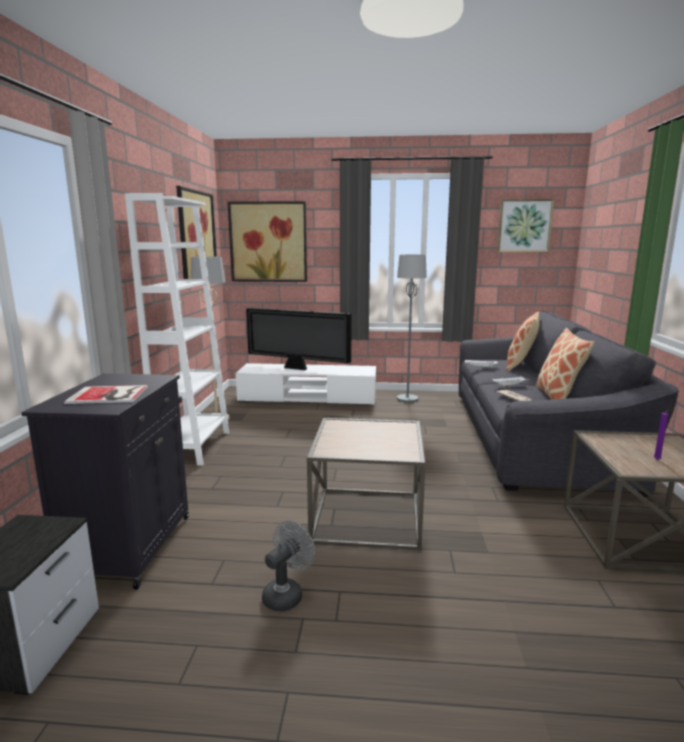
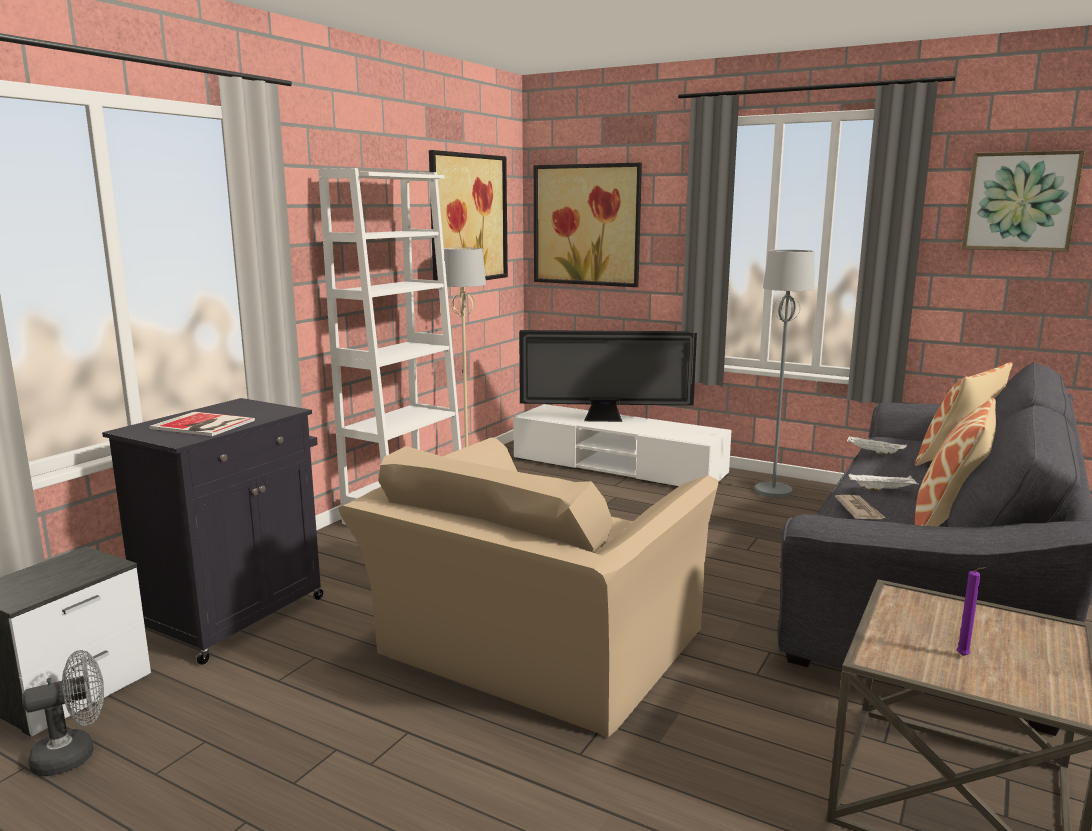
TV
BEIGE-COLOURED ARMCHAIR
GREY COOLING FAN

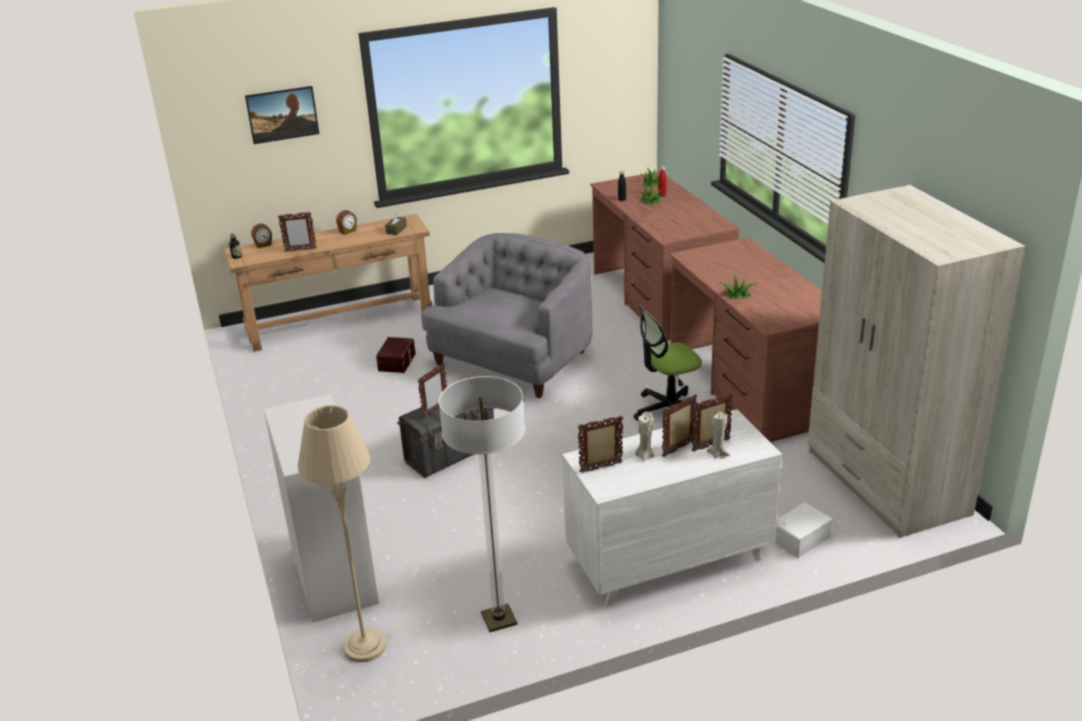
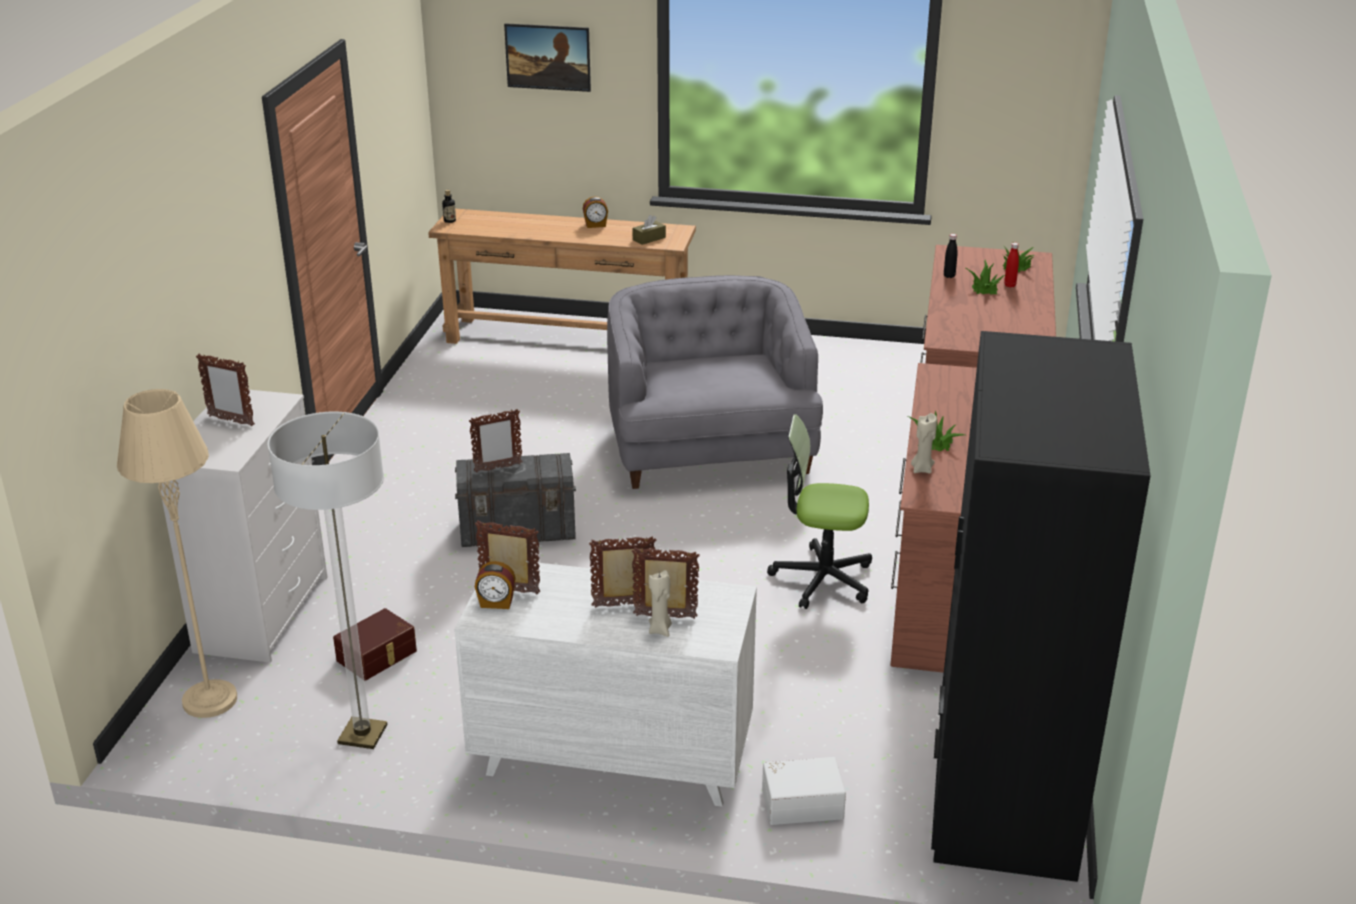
BLACK-COLOURED ARMOIRE
PICTURE FRAME (no. 1 from left)
BEDSIDE CLOCK (no. 1 from left)
GREY ARMCHAIR
BROWN-COLOURED STORAGE BIN
BEIGE-COLOURED WAX CANDLE (no. 2 from left)

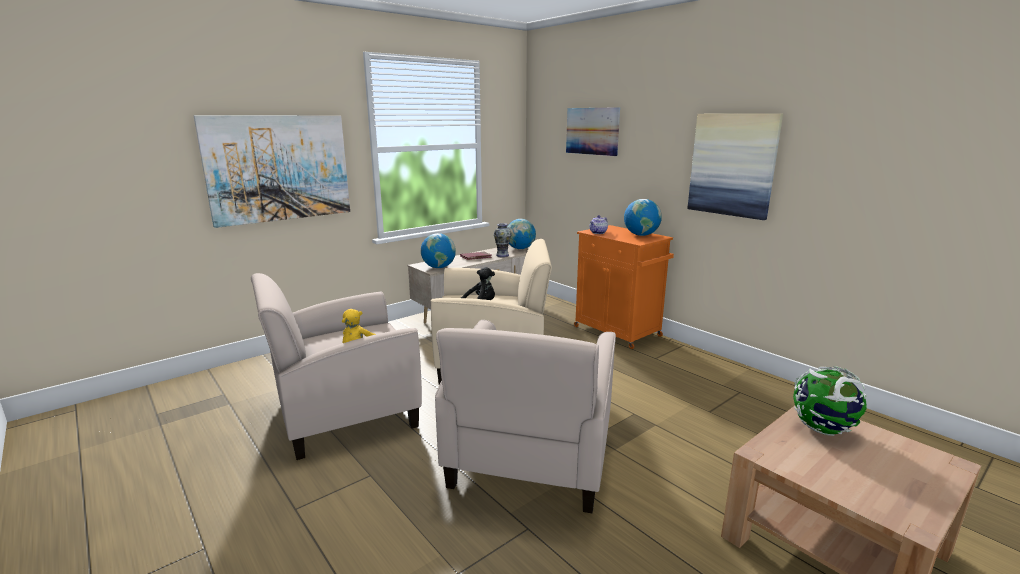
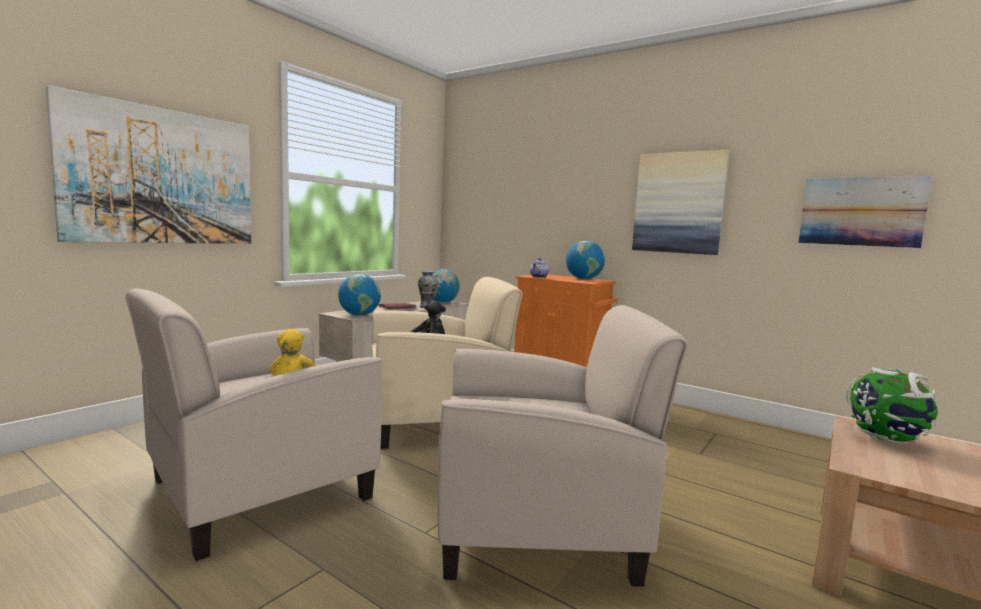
WALL PICTURE (no. 3 from left)
BEIGE-COLOURED ARMCHAIR (no. 3 from left)

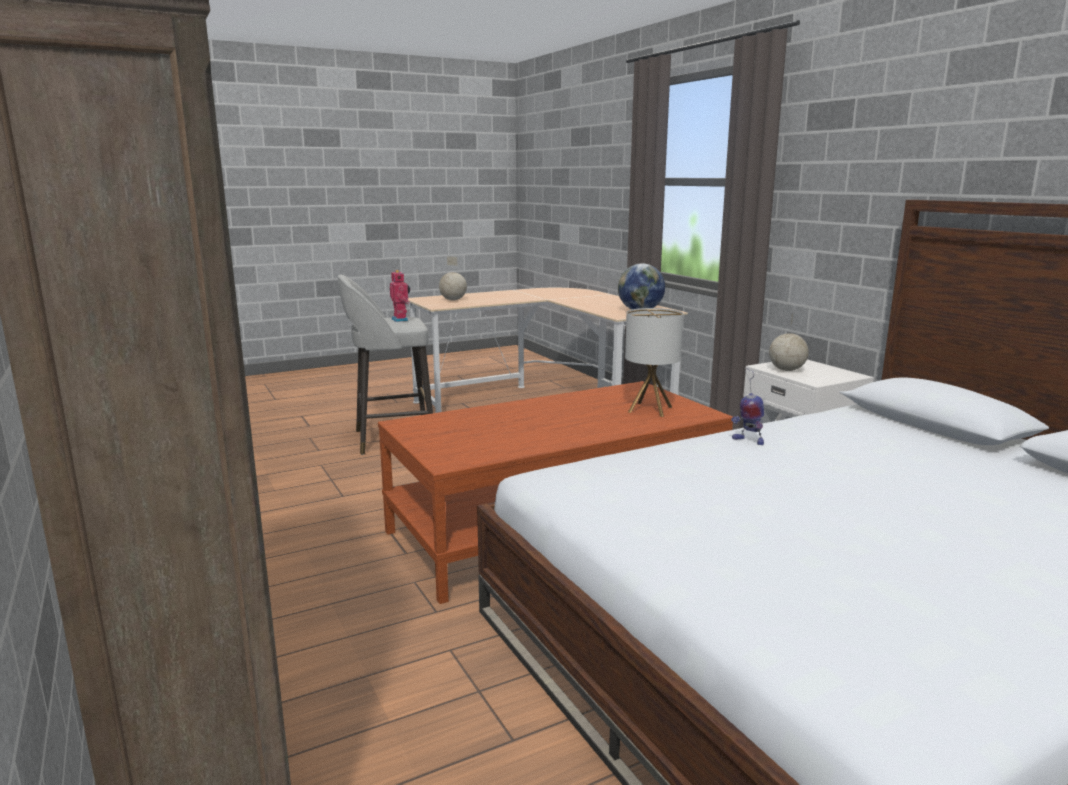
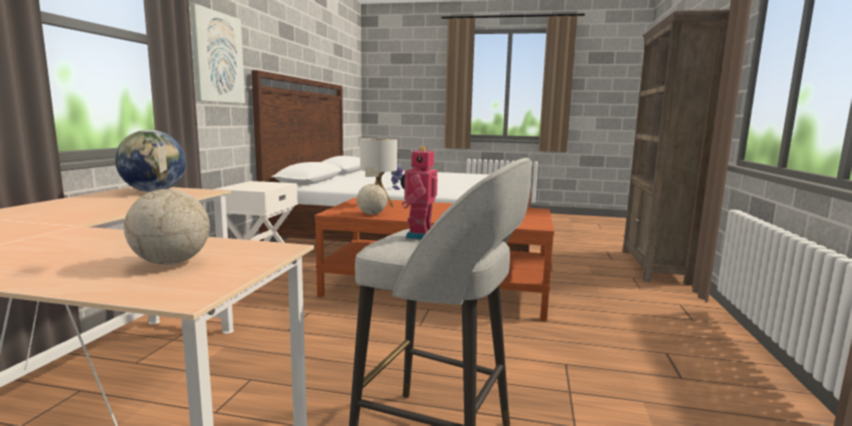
DESK GLOBE (no. 3 from left)
WALL PICTURE

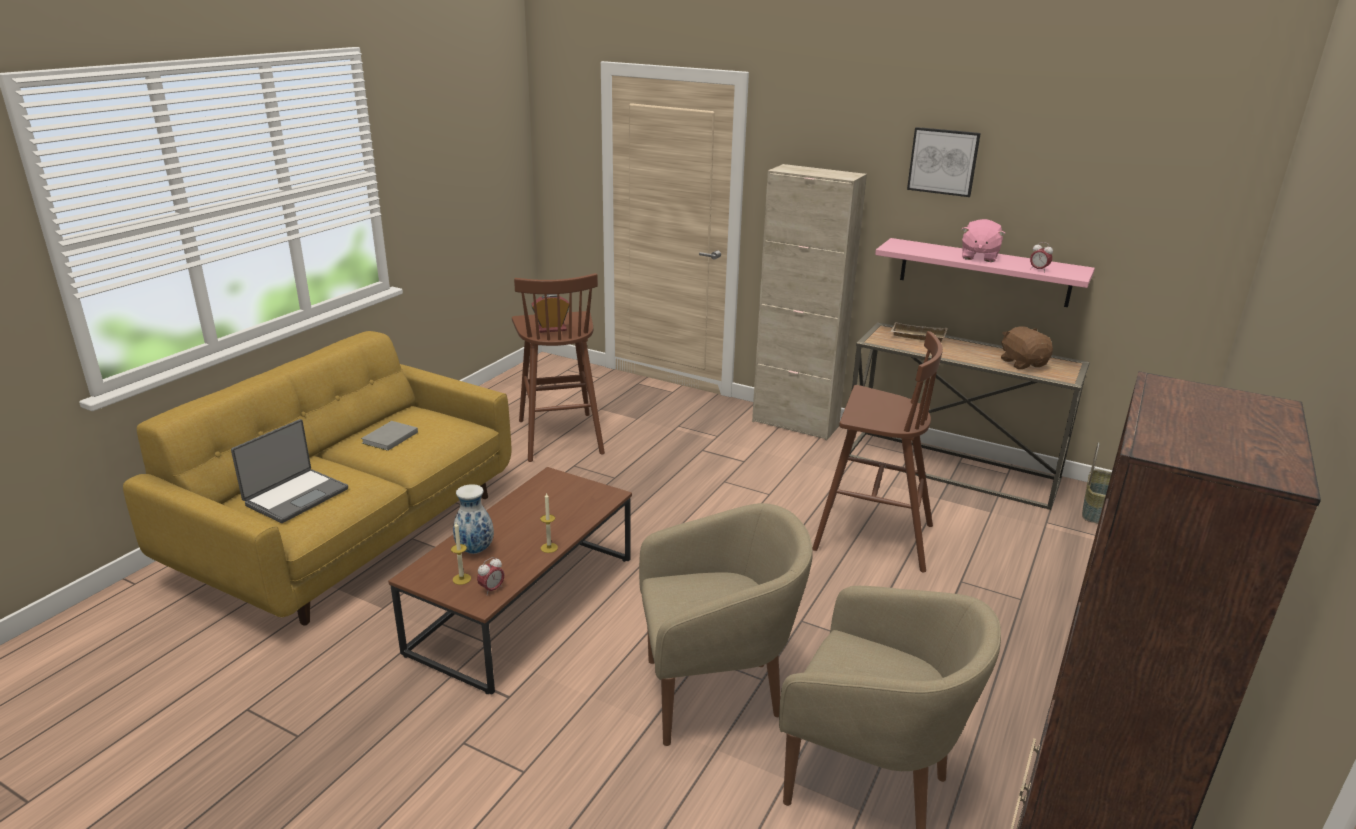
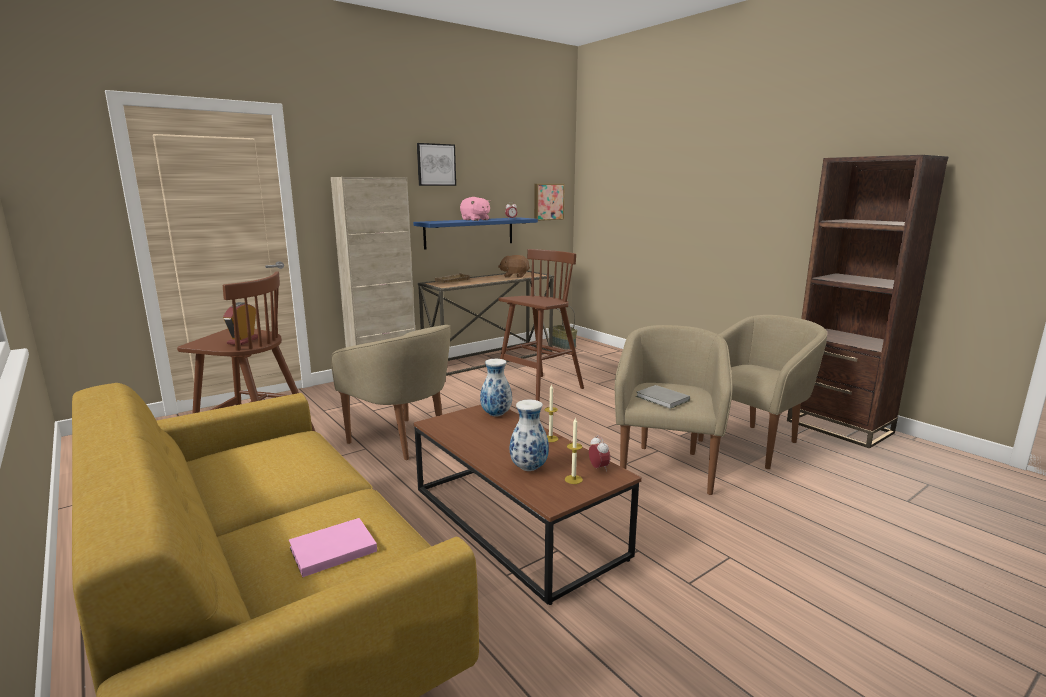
BLUE-COLOURED BRACKET SHELF
PINK-COLOURED VOLUME
GREY VOLUME
WALL PICTURE (no. 2 from left)
BEIGE-COLOURED ARMCHAIR (no. 1 from left)
FLOWER VASE (no. 1 from left)

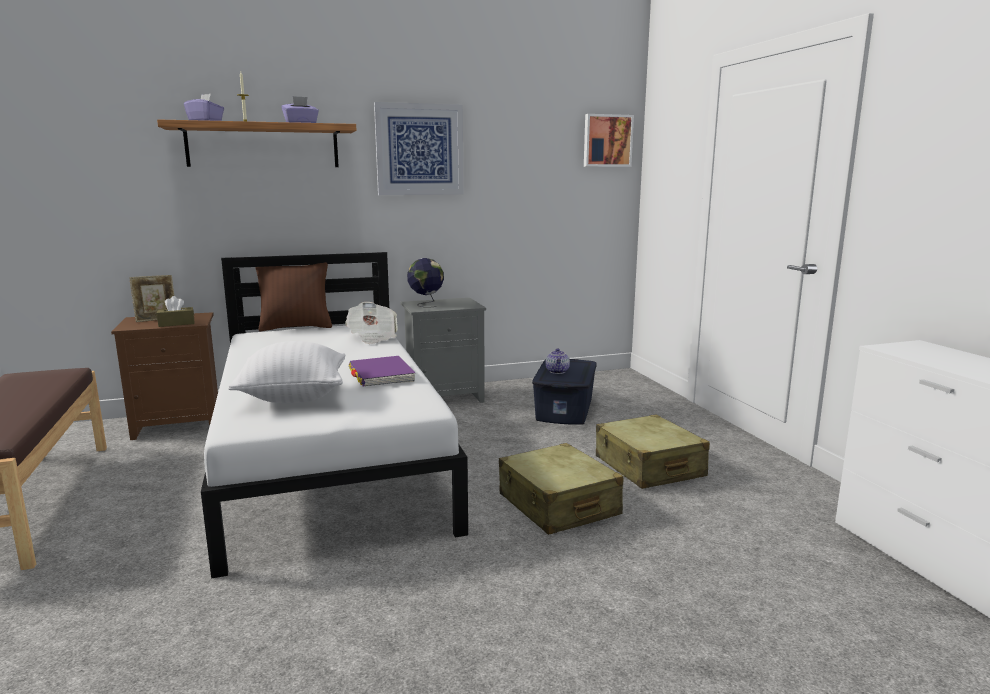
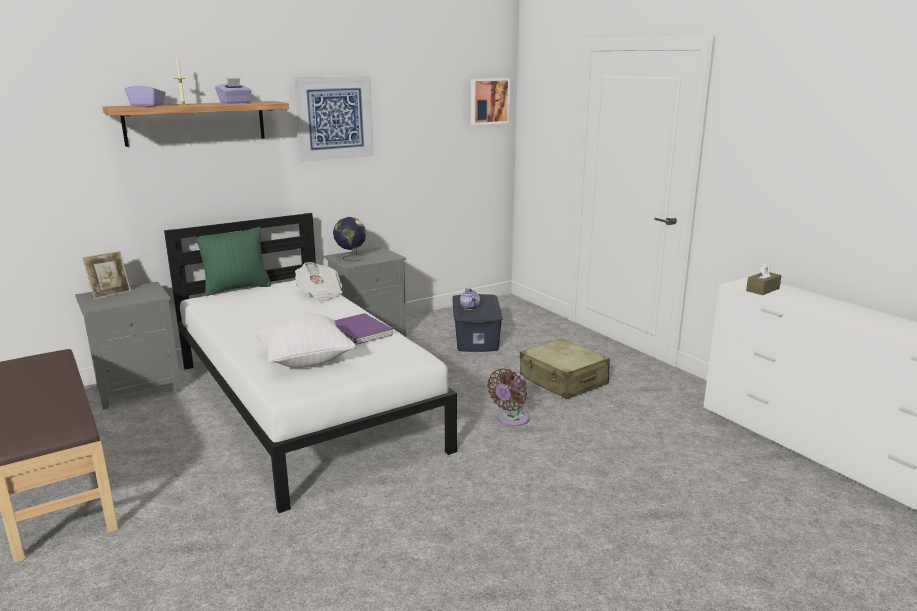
GREEN THROW PILLOW
BROWN-COLOURED TISSUE HOLDER
GREY NIGHTSTAND (no. 1 from left)
BROWN-COLOURED COOLING FAN

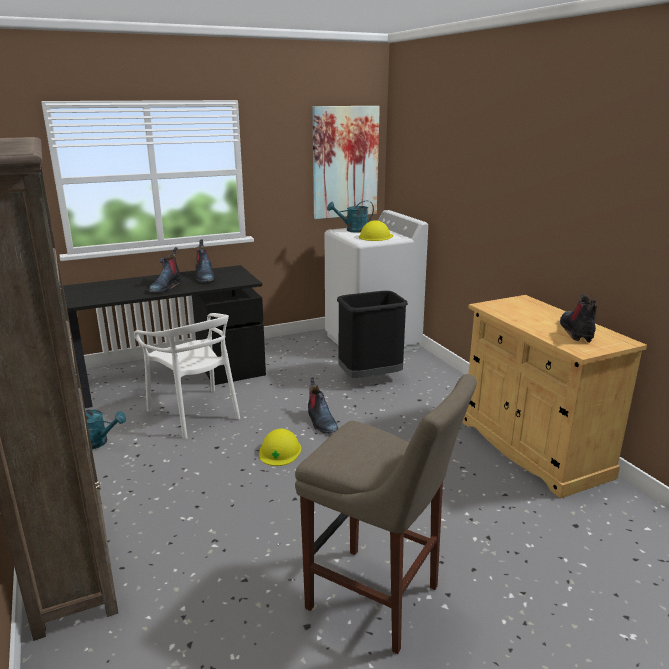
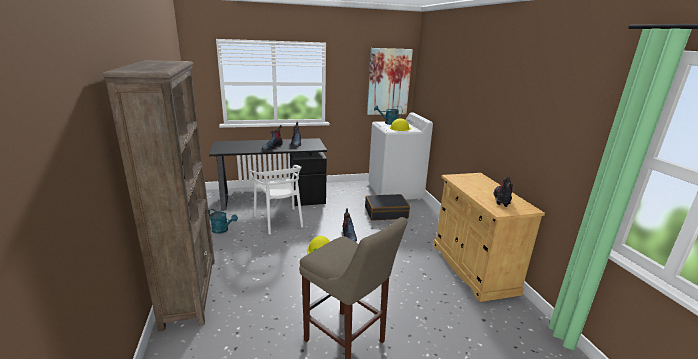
BLACK-COLOURED TRAVEL CASE

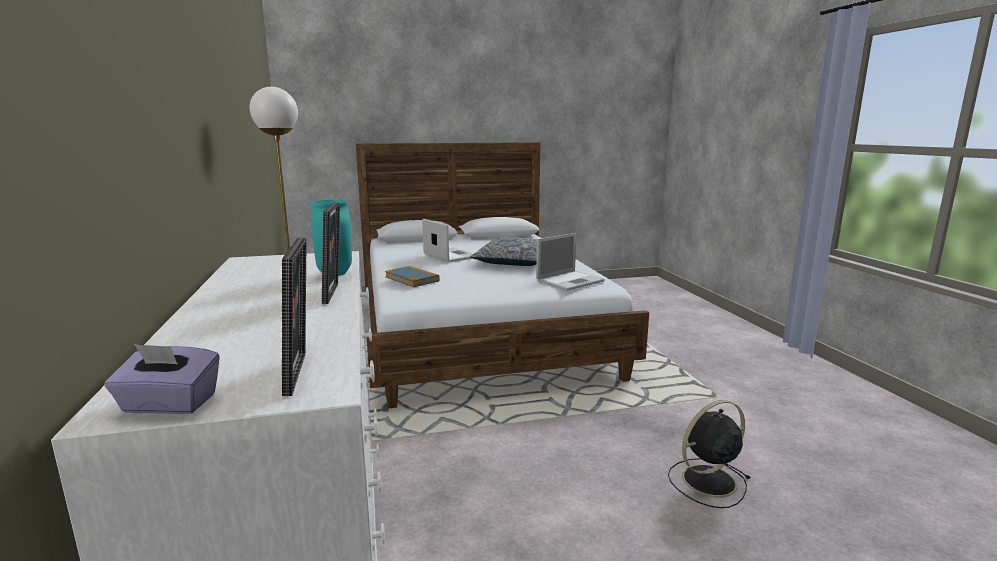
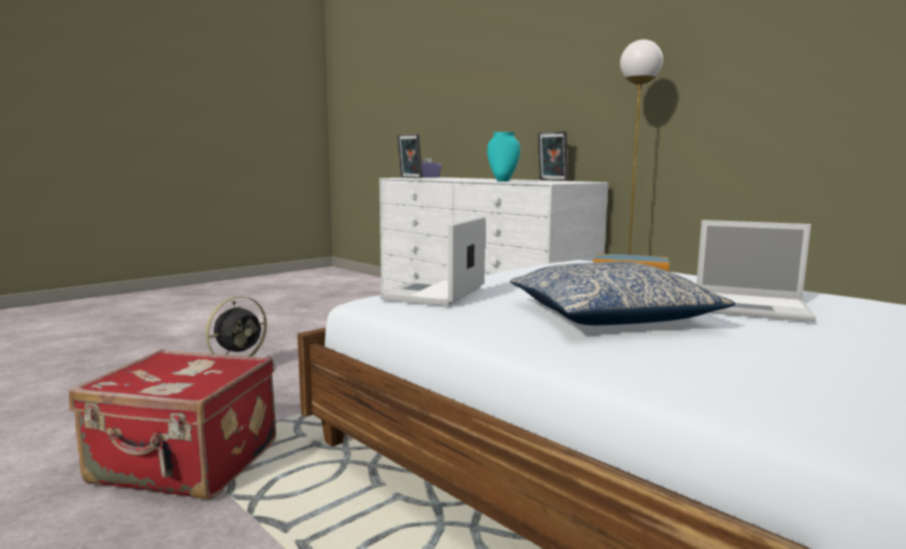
PICTURE FRAME (no. 2 from left)
RED TRAVEL CASE

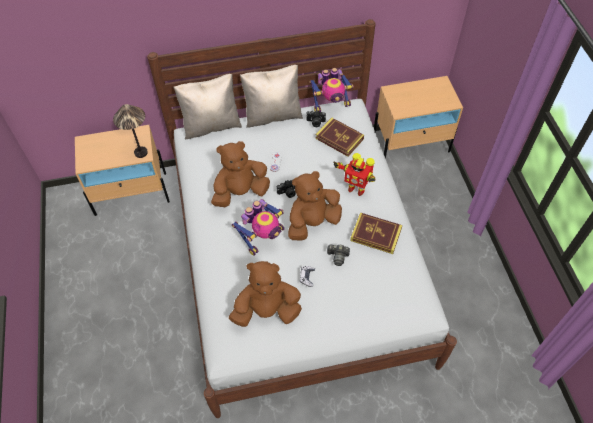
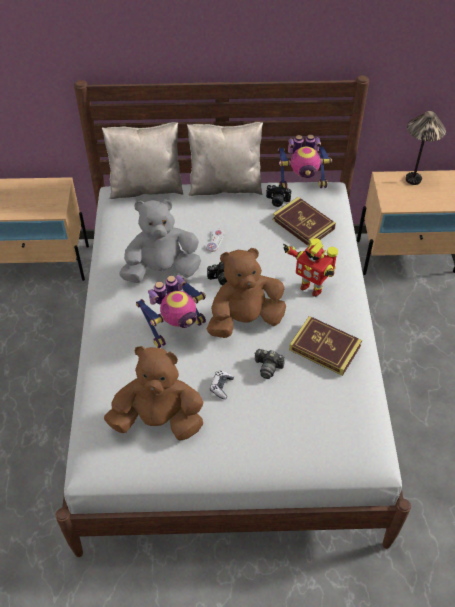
TABLE LAMP
GREY SOFT TOY

